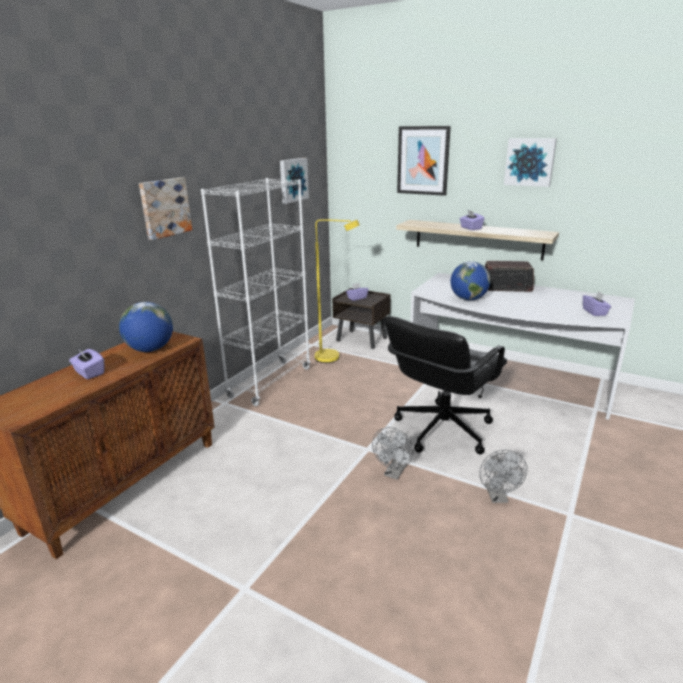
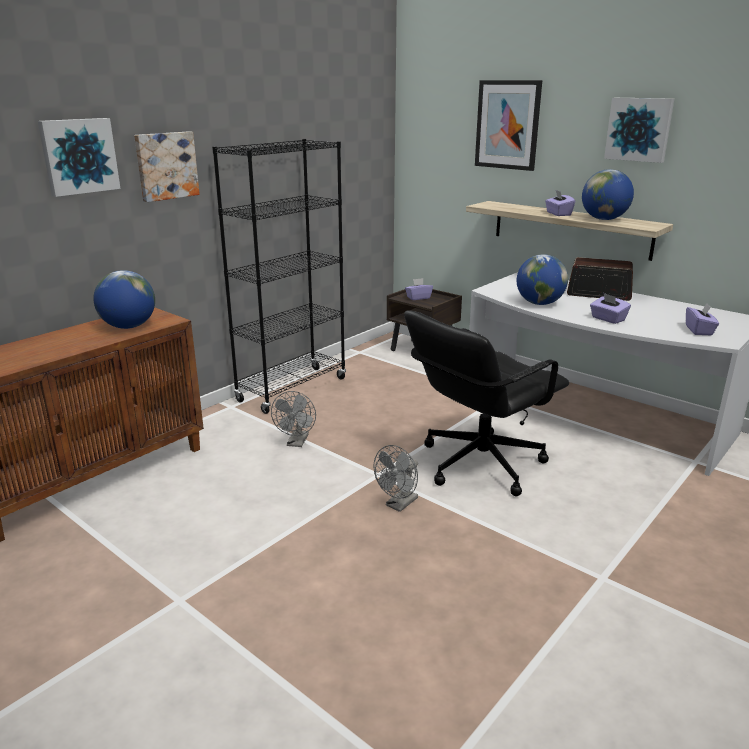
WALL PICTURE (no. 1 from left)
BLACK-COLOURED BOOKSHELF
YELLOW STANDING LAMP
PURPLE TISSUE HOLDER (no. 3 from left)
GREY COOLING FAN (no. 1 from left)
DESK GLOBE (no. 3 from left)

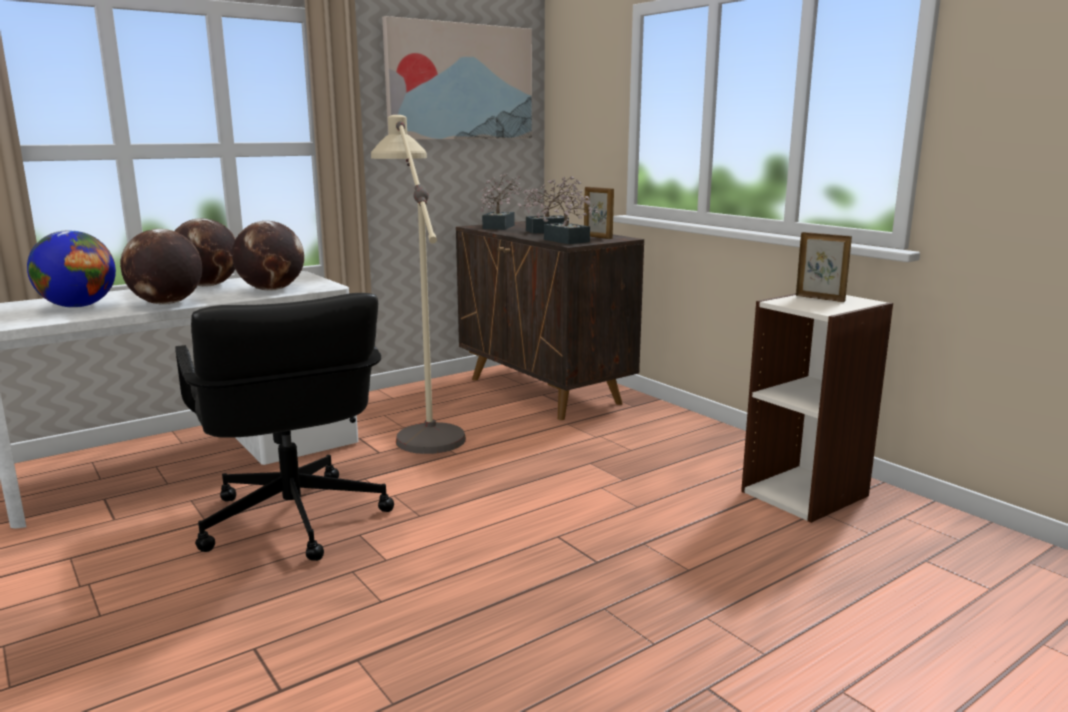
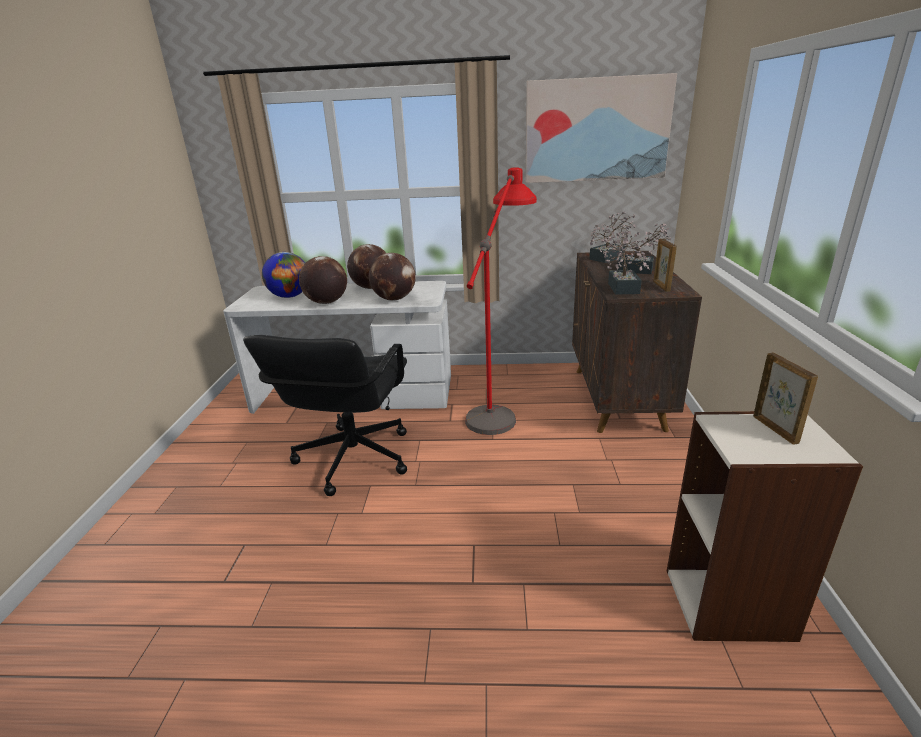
RED STANDING LAMP

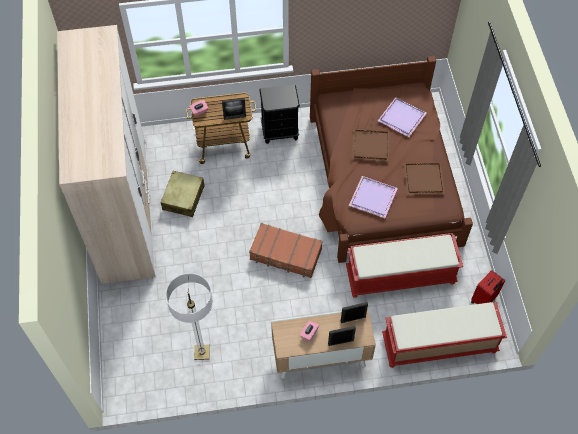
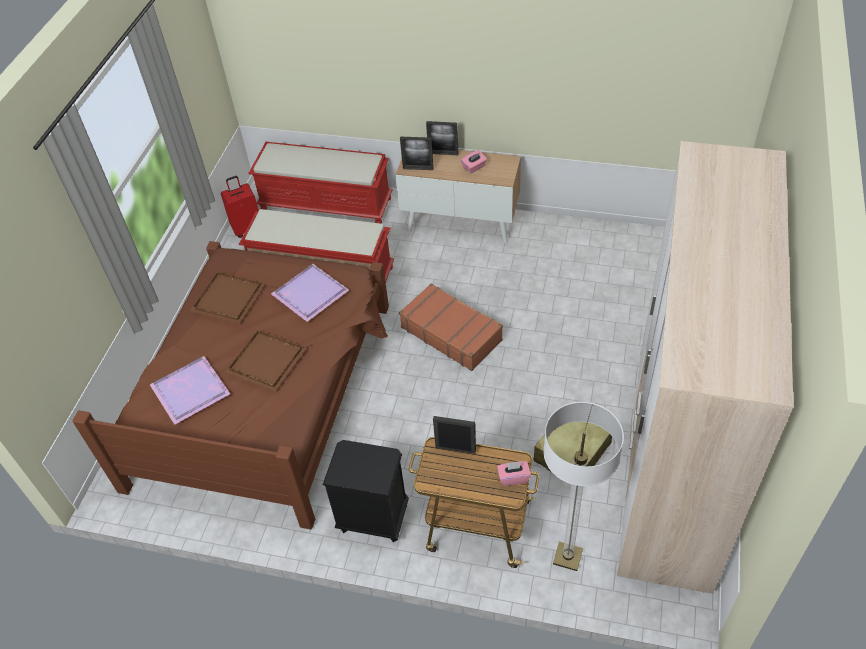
STANDING LAMP

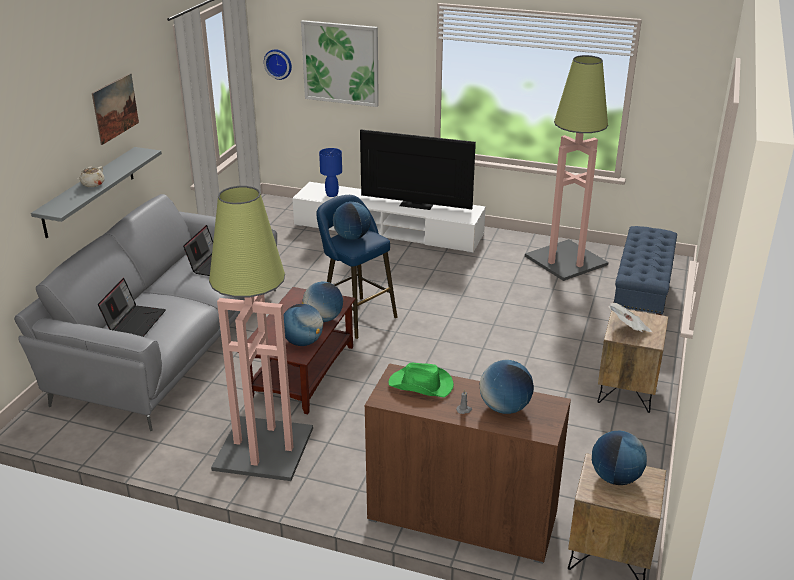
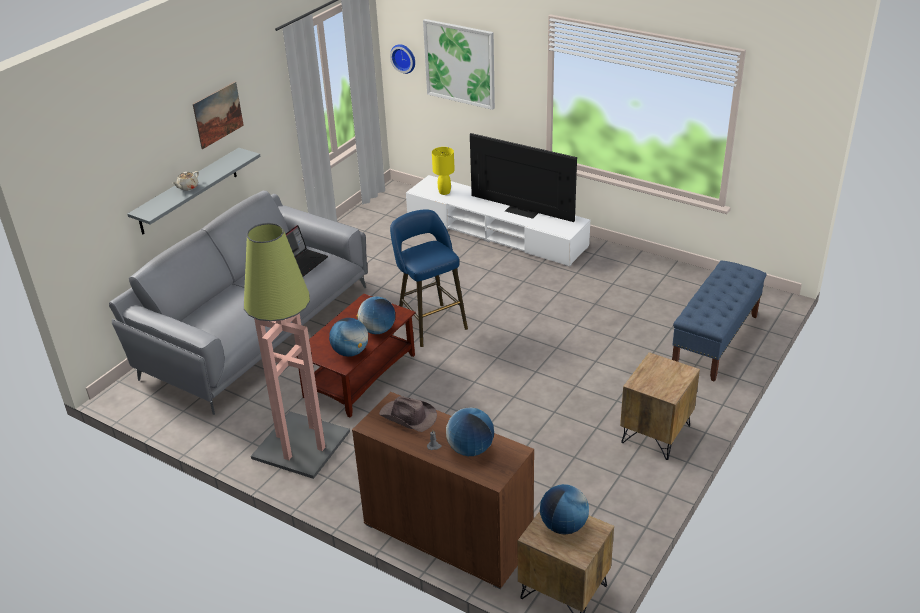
STANDING LAMP (no. 2 from left in the first image)
YELLOW TABLE LAMP
DESK GLOBE (no. 3 from left in the first image)
PORTABLE COMPUTER (no. 1 from left in the first image)
NEWSPAPER
BROWN-COLOURED CLOTHING HAT

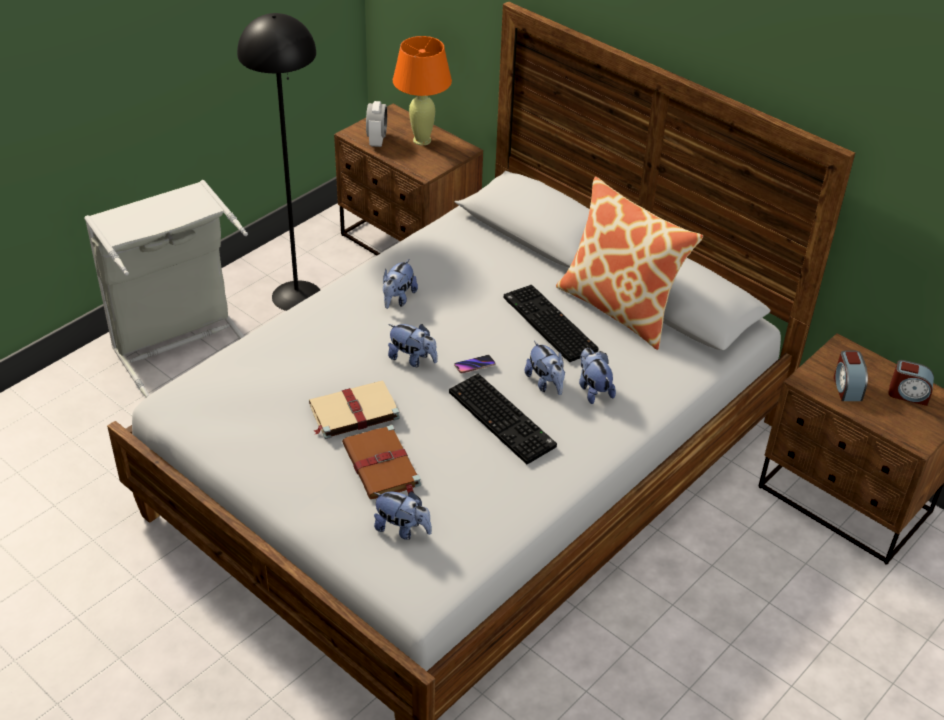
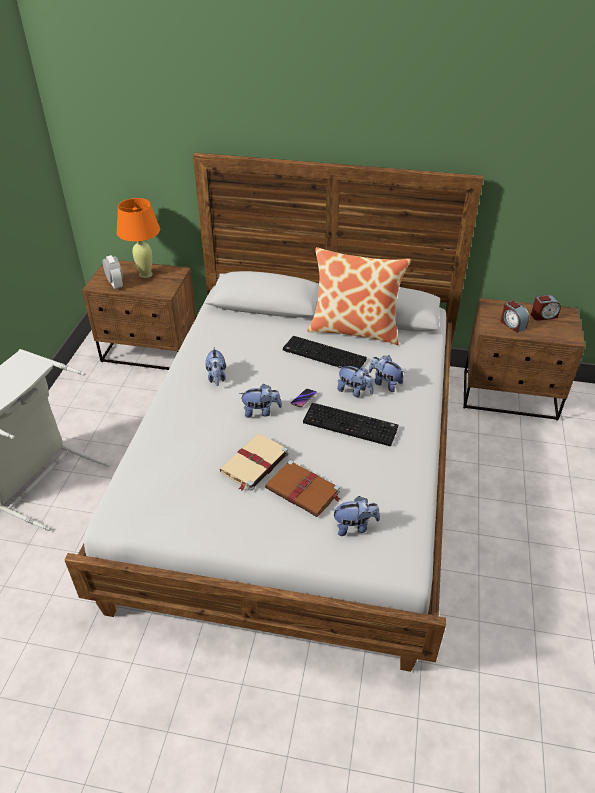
BLACK-COLOURED STANDING LAMP

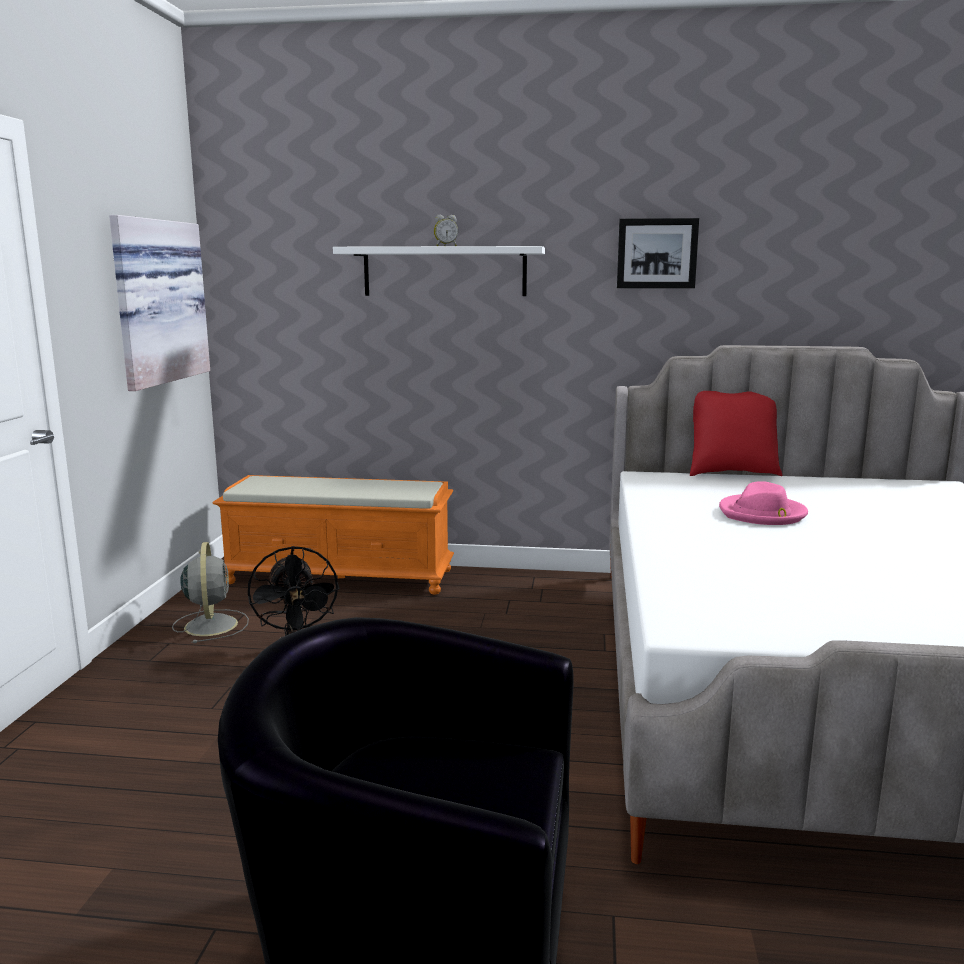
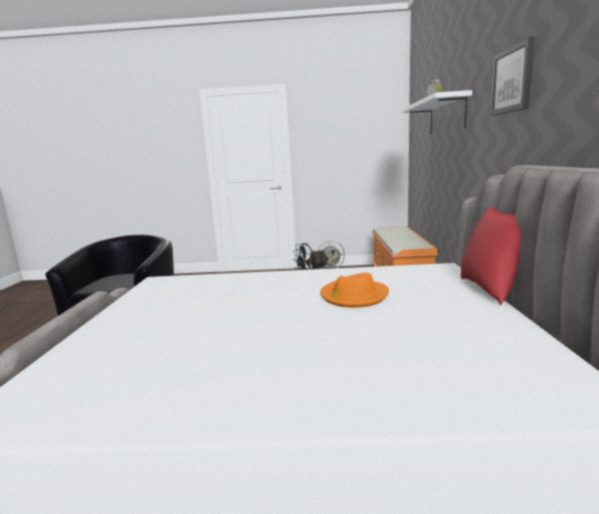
WALL PICTURE (no. 1 from left in the first image)
ORANGEY CLOTHING HAT

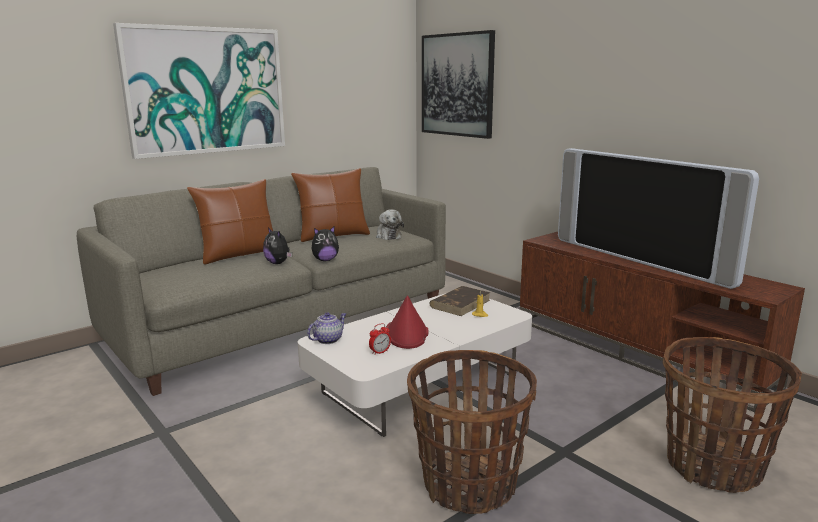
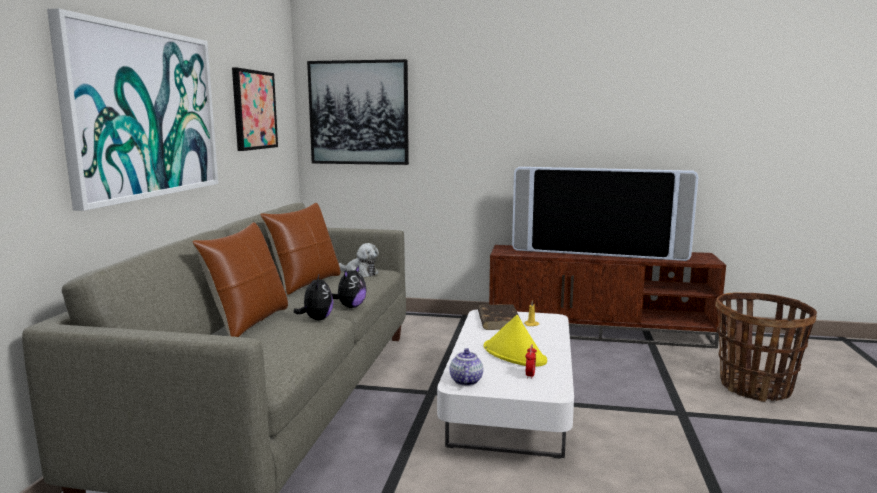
SOFT TOY (no. 1 from left)
YELLOW CLOTHING HAT
BASKET (no. 1 from left in the first image)
WALL PICTURE (no. 2 from left)

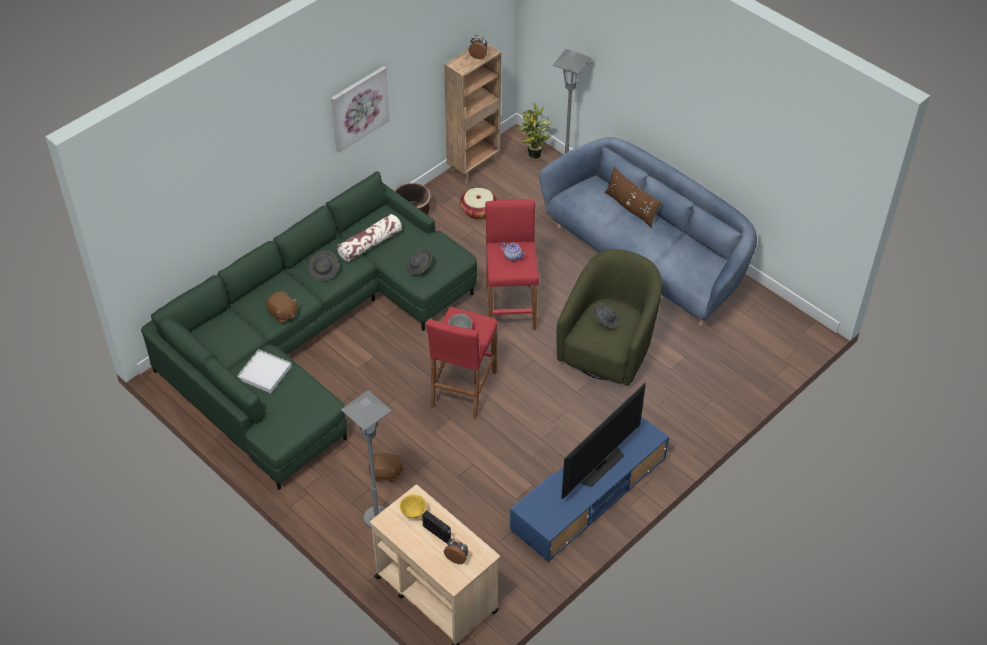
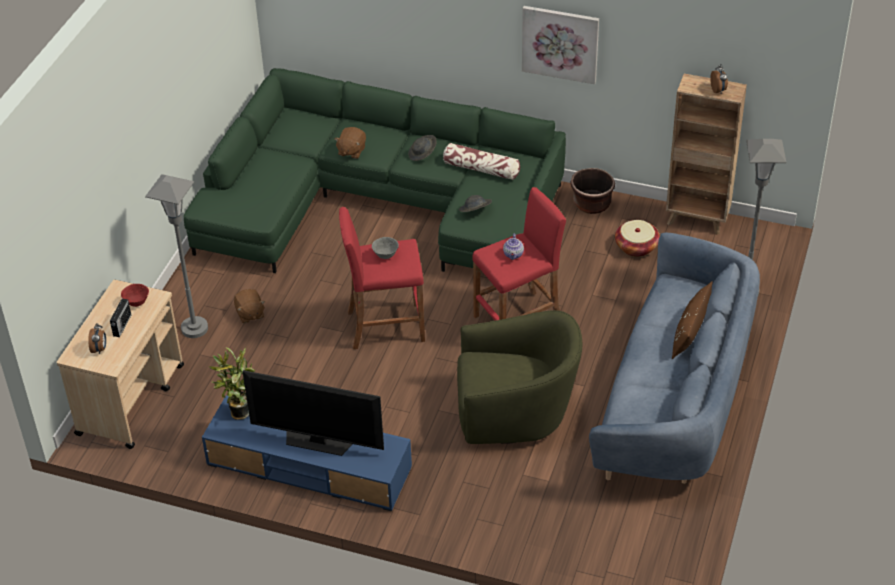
PLANT IN A POT
GREY CLOTHING HAT (no. 3 from left in the first image)
WHITE SERVING TRAY
RED DEEP DISH

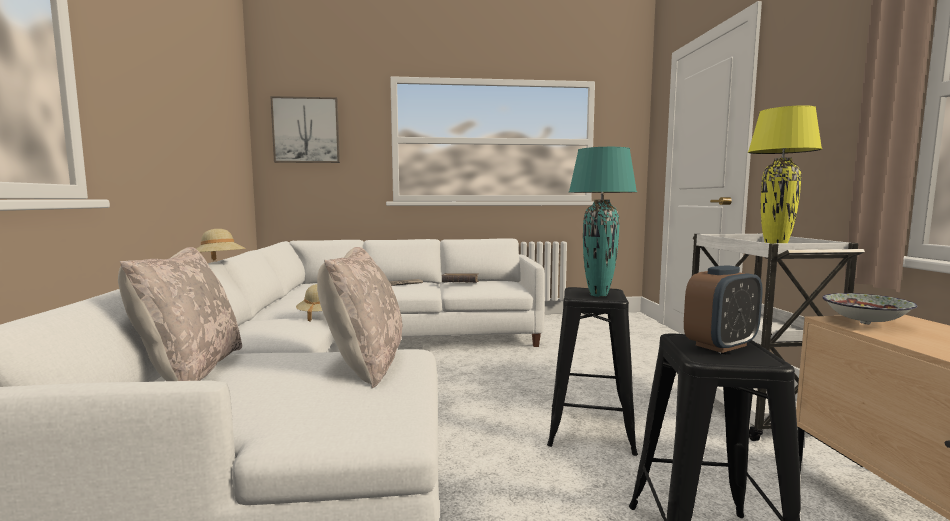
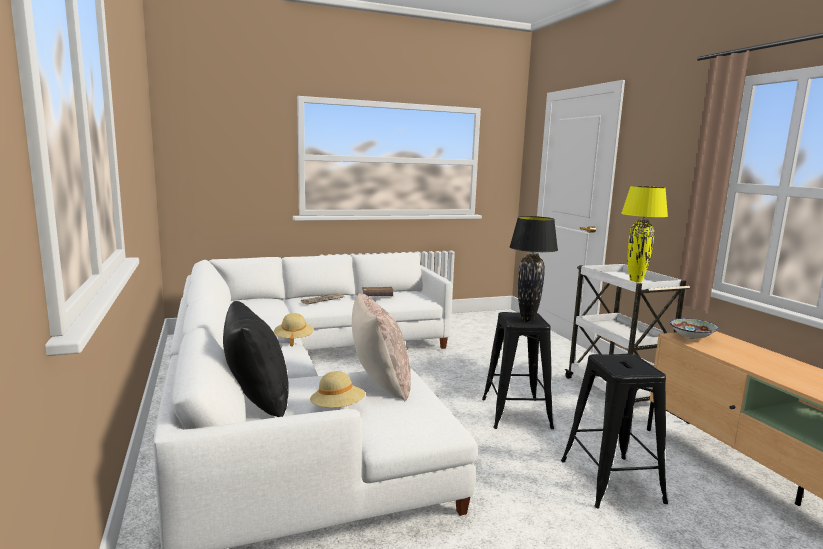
WALL PICTURE
BLACK-COLOURED TABLE LAMP
BEIGE-COLOURED CLOTHING HAT (no. 2 from left)
BLACK-COLOURED THROW PILLOW
BEDSIDE CLOCK

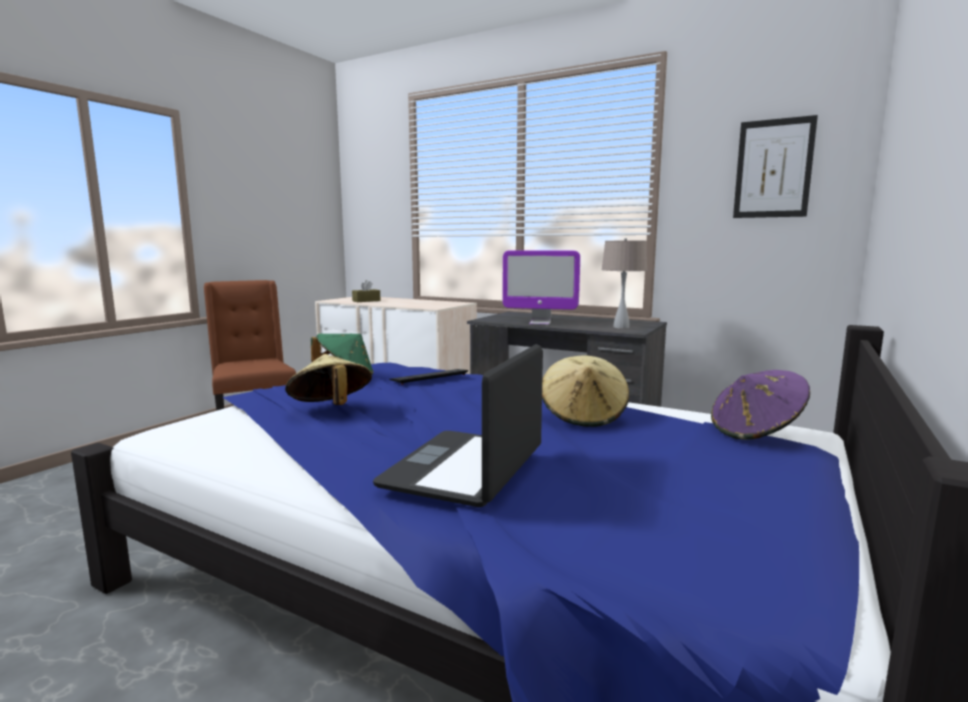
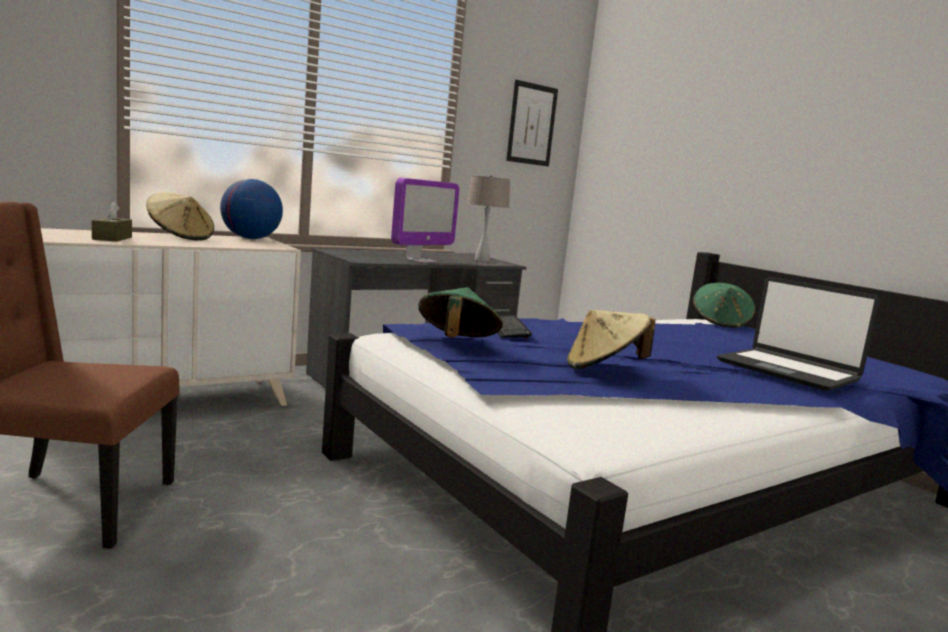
BEIGE-COLOURED CLOTHING HAT (no. 1 from left)
GREEN CLOTHING HAT (no. 2 from left)
DESK GLOBE

